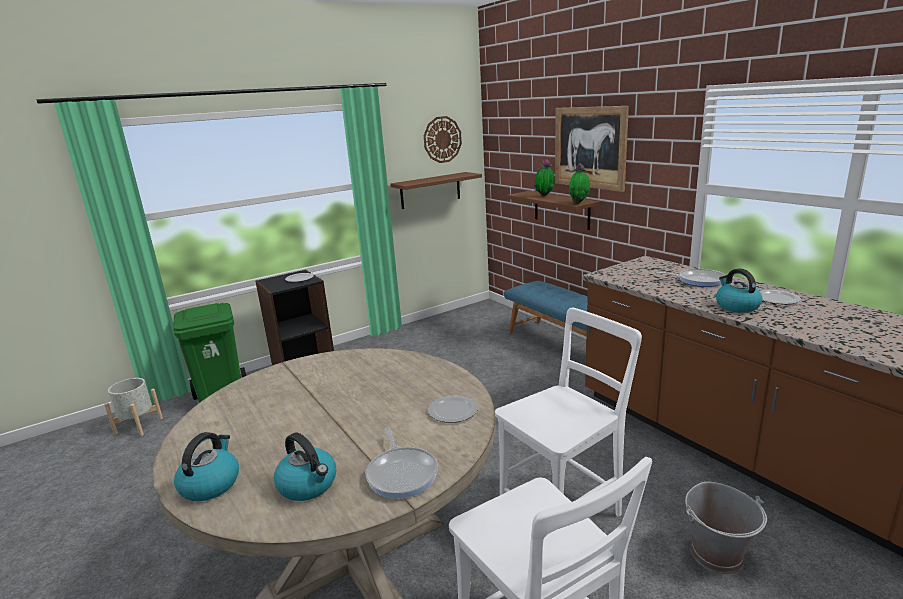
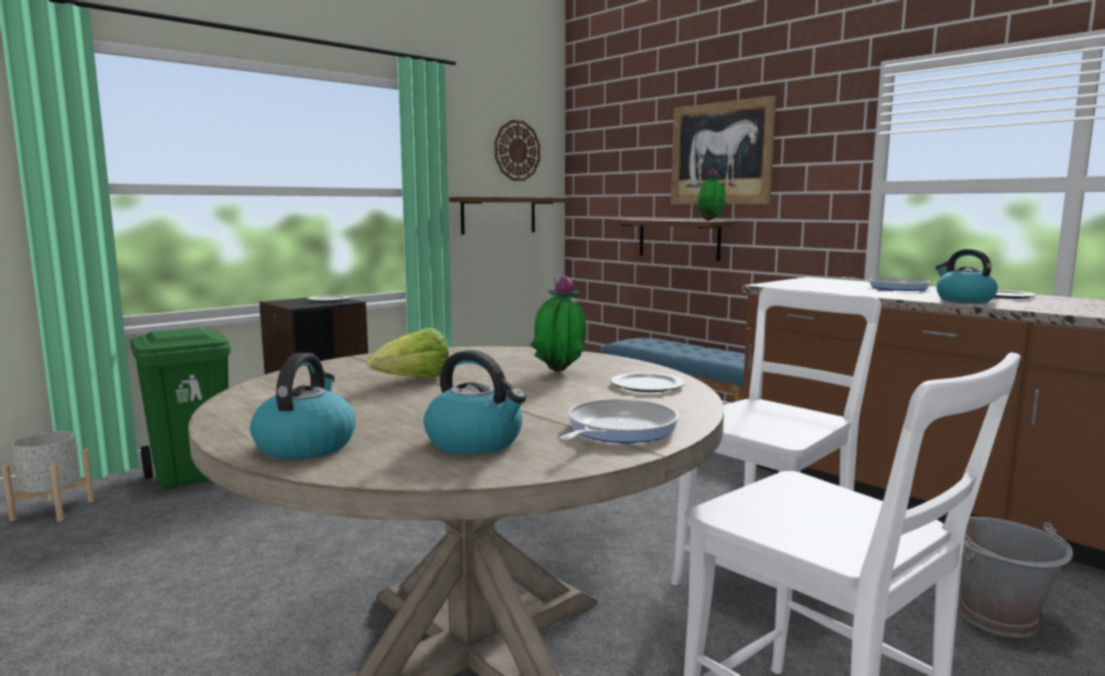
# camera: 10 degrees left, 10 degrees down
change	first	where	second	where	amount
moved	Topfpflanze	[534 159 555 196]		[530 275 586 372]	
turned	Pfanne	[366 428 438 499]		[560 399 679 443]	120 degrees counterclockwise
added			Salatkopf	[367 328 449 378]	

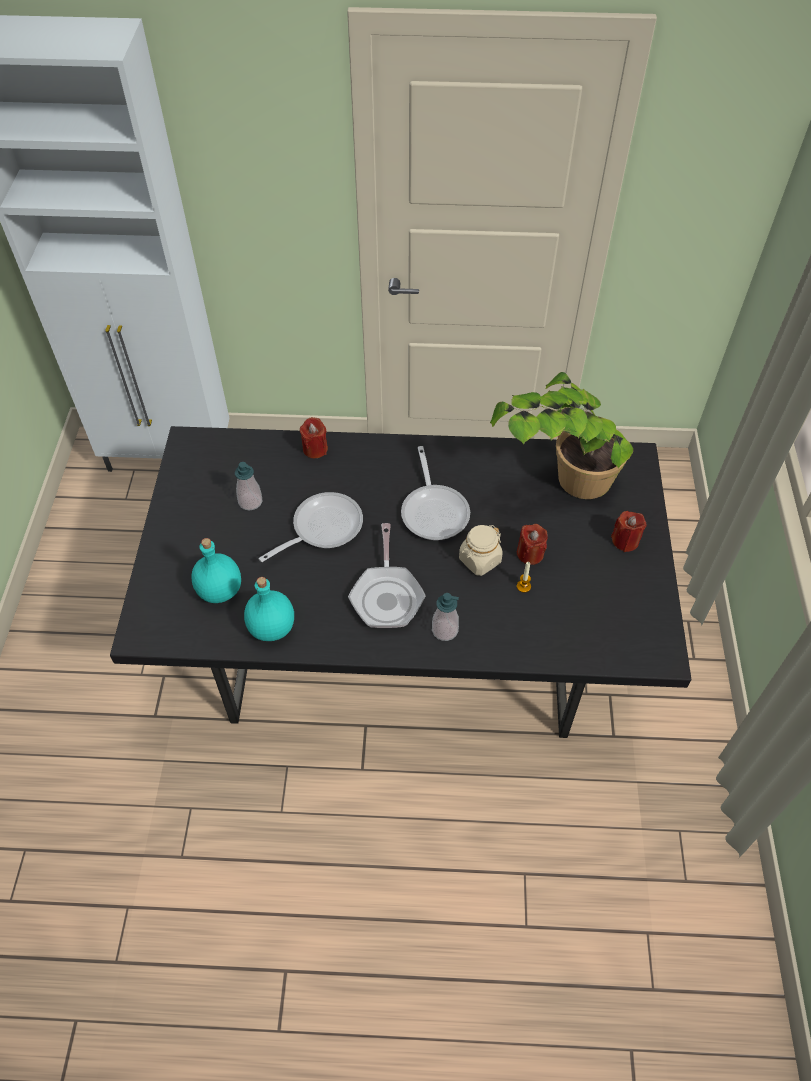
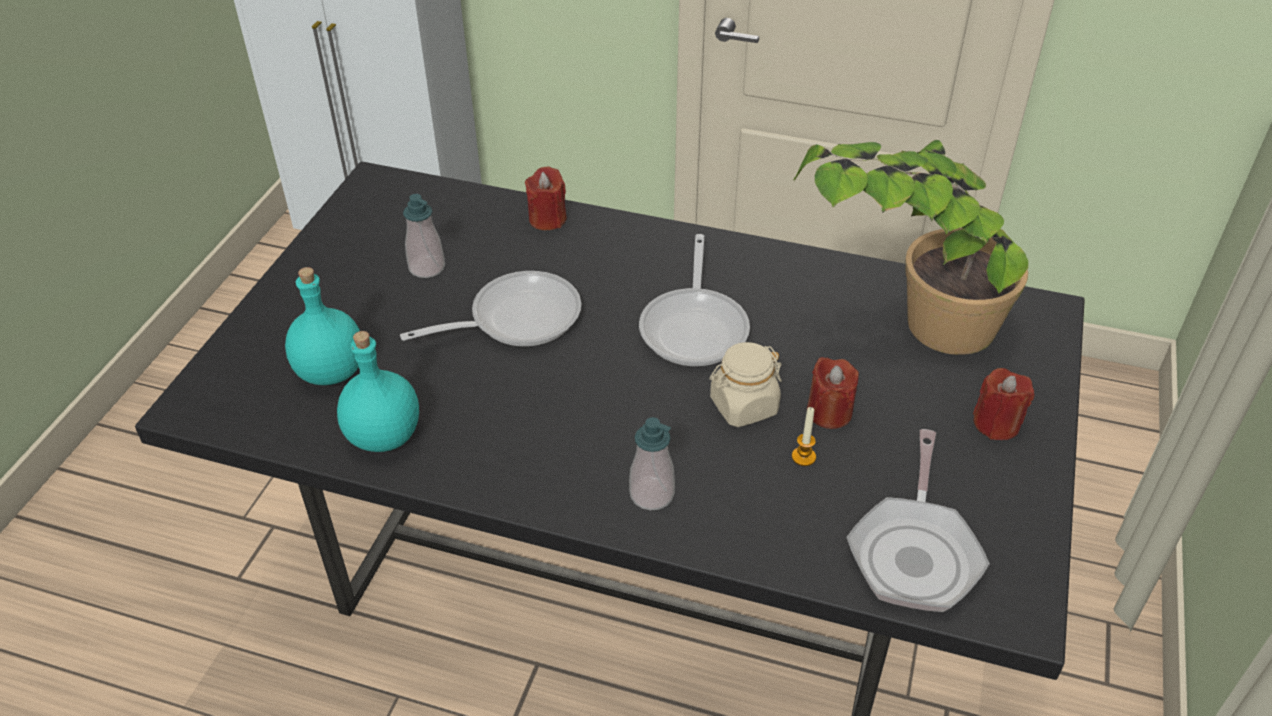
# camera: 15 degrees right, 10 degrees down
change	first	where	second	where	amount
moved	Pfanne	[348 523 426 628]		[846 429 990 612]	

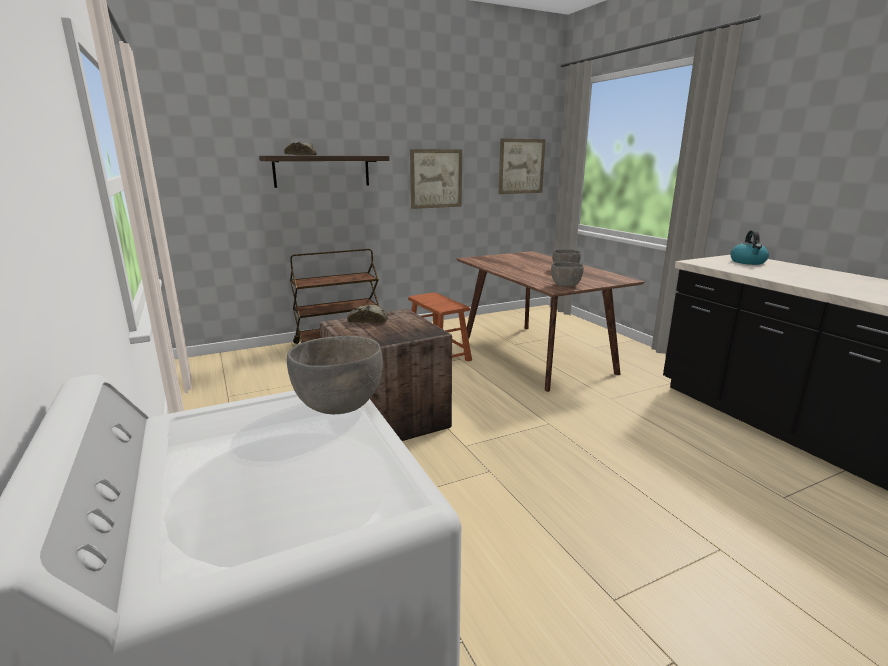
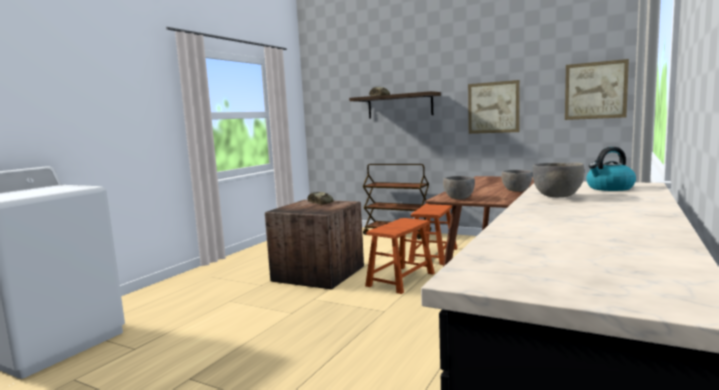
# camera: 55 degrees right, 10 degrees down
change	first	where	second	where	amount
moved	Schüssel/grau	[287 336 383 414]		[532 162 584 197]	
added			Hocker/braun	[365 218 435 294]	

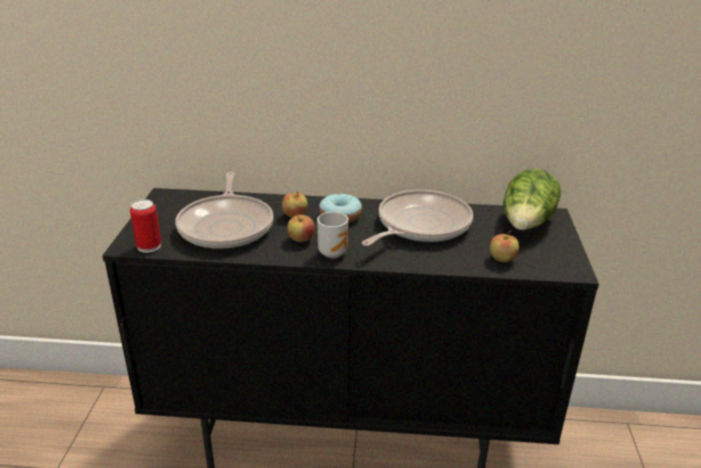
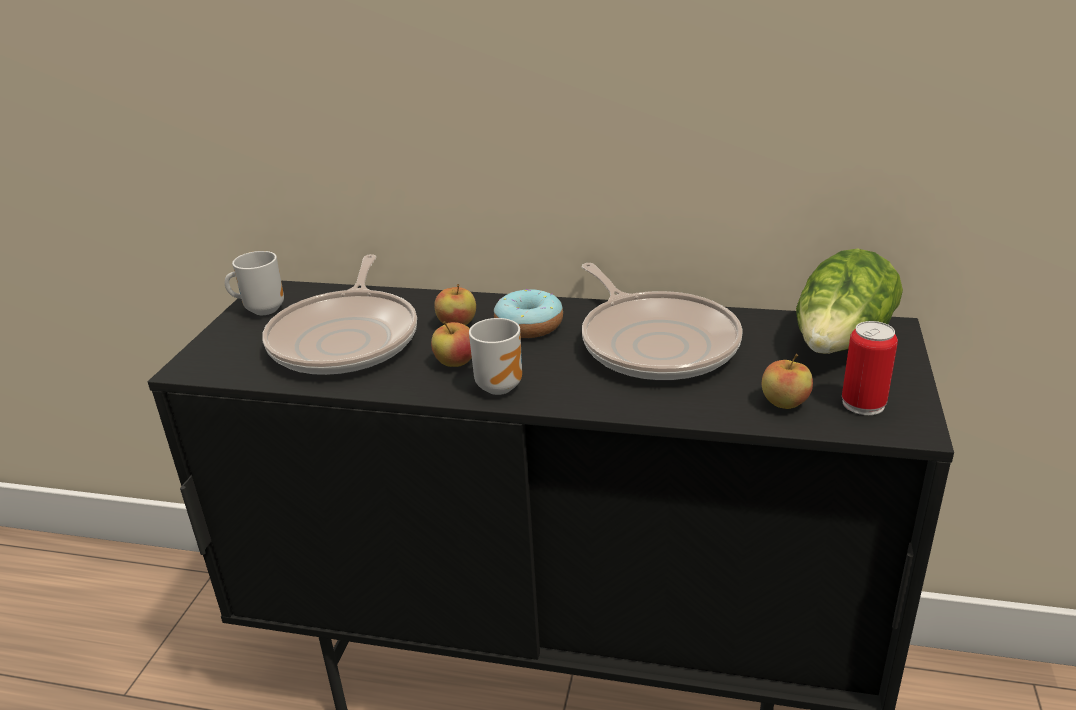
# camera: 10 degrees right, 0 degrees up
change	first	where	second	where	amount
turned	Pfanne	[362 190 473 246]		[582 263 743 381]	105 degrees clockwise
moved	Dose	[130 199 161 253]		[842 321 898 415]	
added			Henkelbecher	[225 251 284 315]	

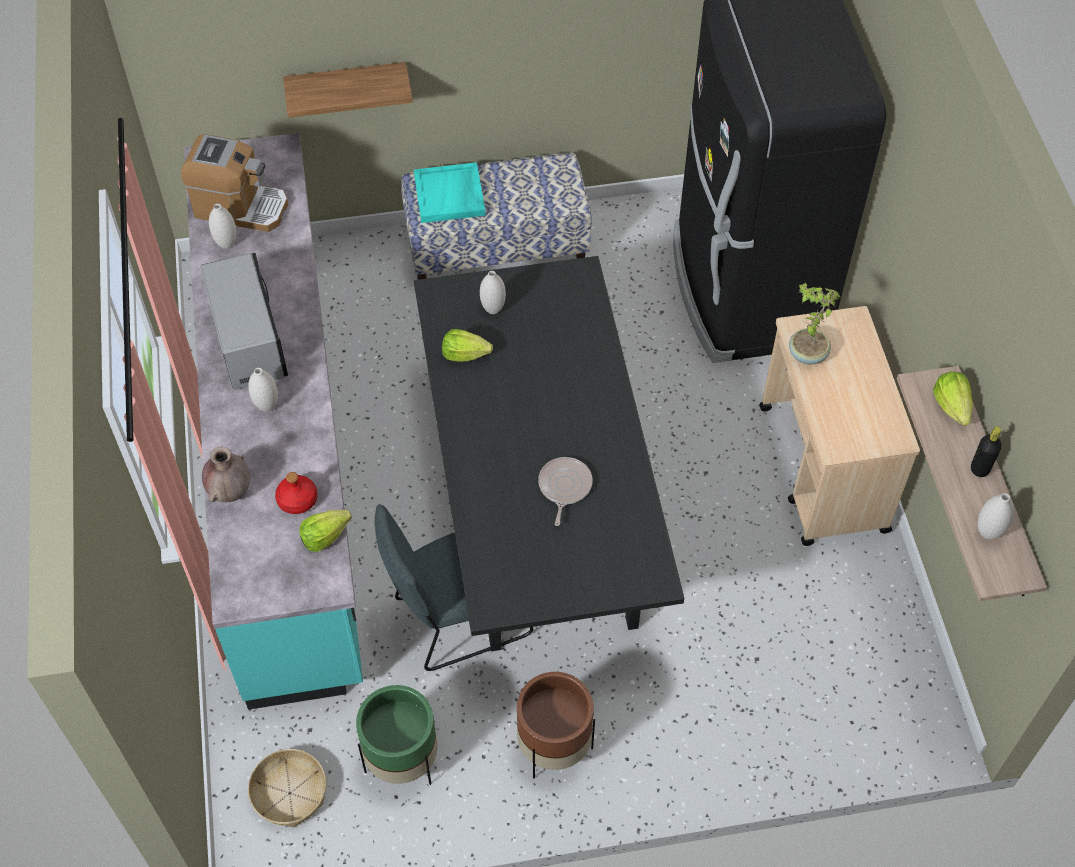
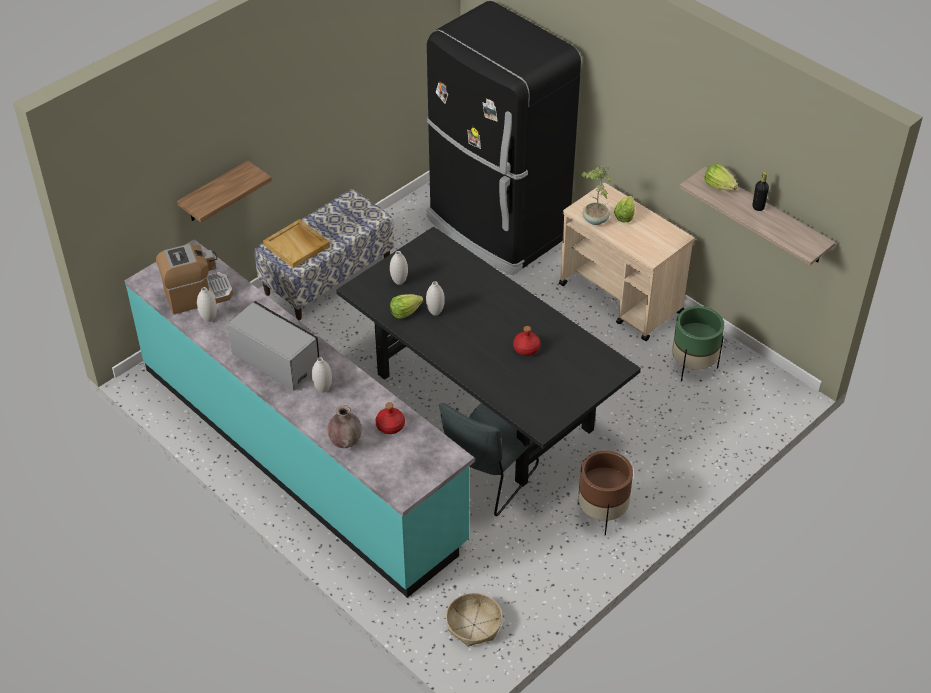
# camera: 35 degrees left, 10 degrees down
change	first	where	second	where	amount
recoloured	Tablett/türkis	[414 162 486 223]	Tablett/beige	[263 219 330 268]	
replaced	Pfanne	[538 457 593 526]	Flasche/rot	[513 326 541 356]	
moved	Vase/weiß	[978 493 1014 540]		[426 281 445 316]	
moved	Salatkopf	[299 510 352 552]		[614 196 635 222]	
moved	Pflanzkübel/grün	[356 685 438 785]		[672 306 724 382]	

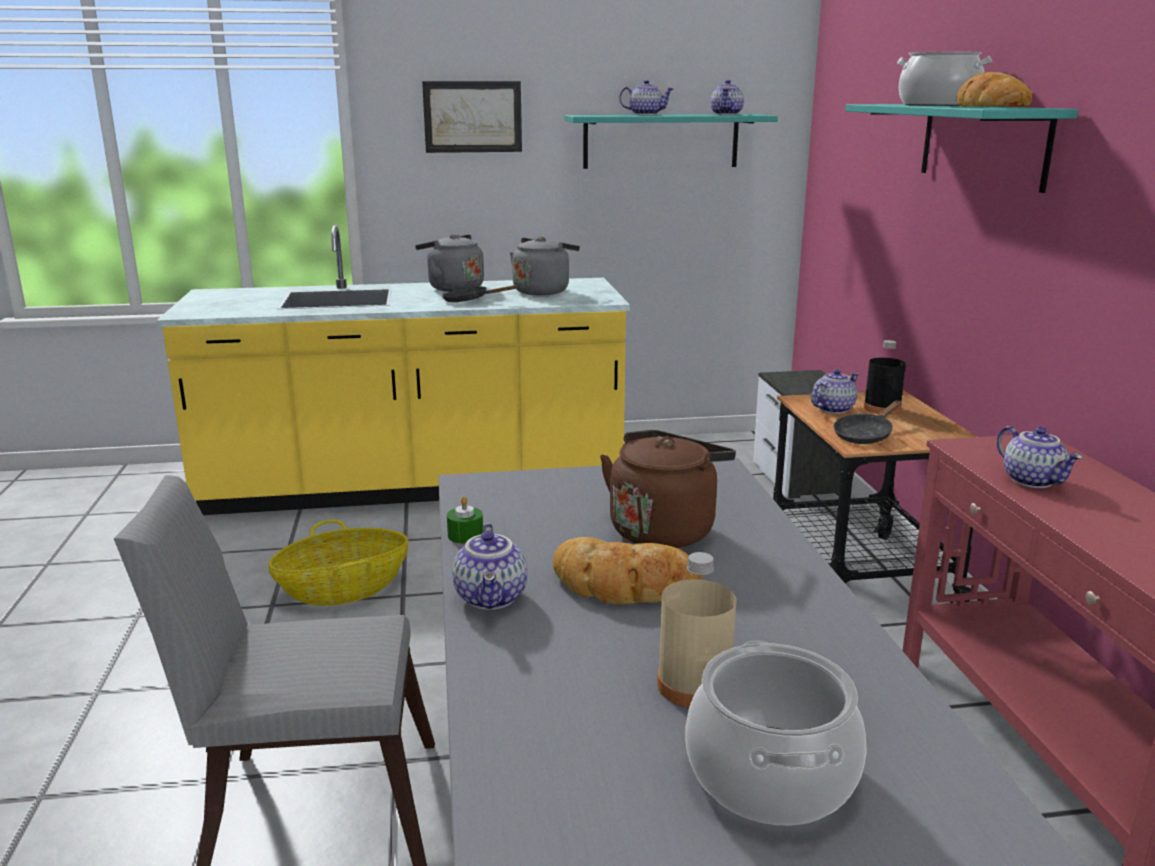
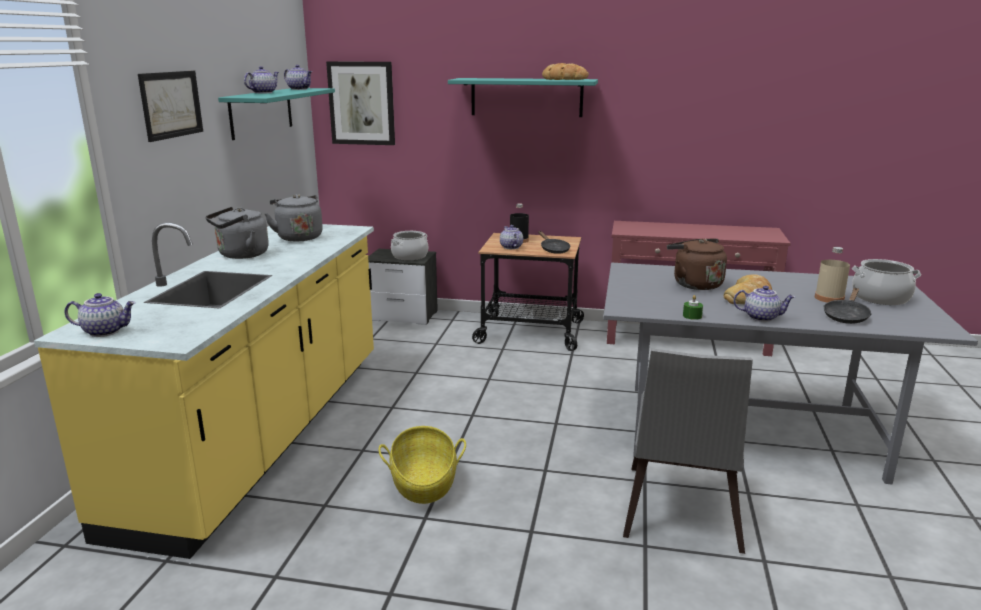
# camera: 70 degrees left, 0 degrees up
change	first	where	second	where	amount
moved	Kochtopf	[897 52 992 106]		[391 231 428 260]	
moved	Pfanne/schwarz	[442 285 517 302]		[823 288 872 324]	
moved	Teekanne	[997 426 1082 488]		[65 293 136 337]	
added			Bild	[326 61 395 145]	

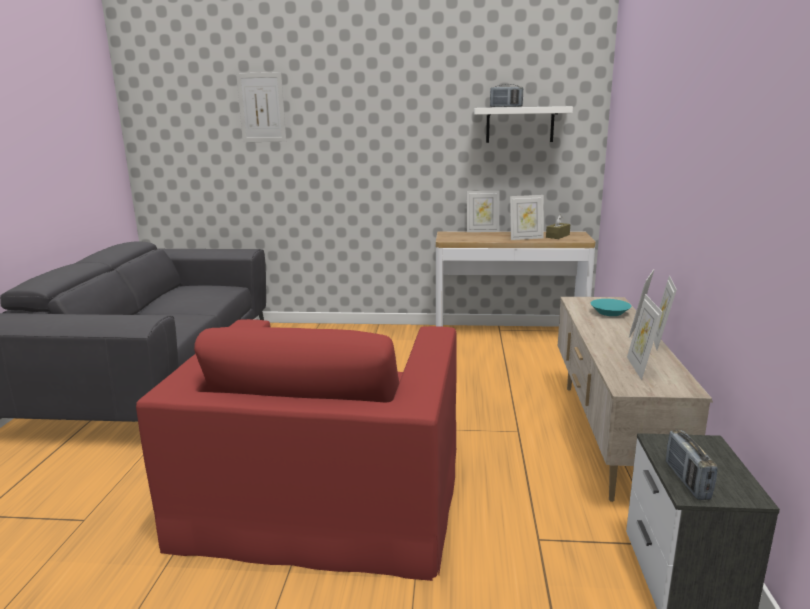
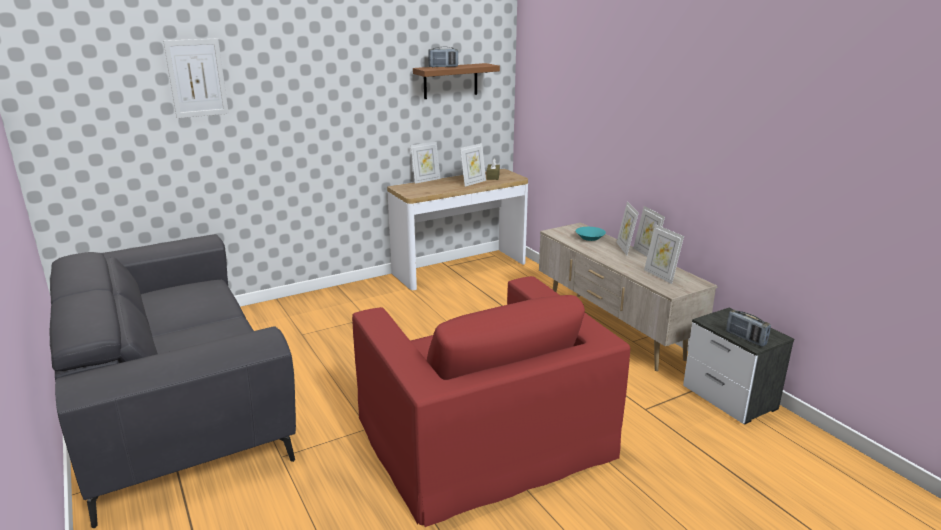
# camera: 35 degrees left, 5 degrees up
change	first	where	second	where	amount
recoloured	Wandregal/weiß	[474 106 573 143]	Wandregal/braun	[413 63 500 99]	

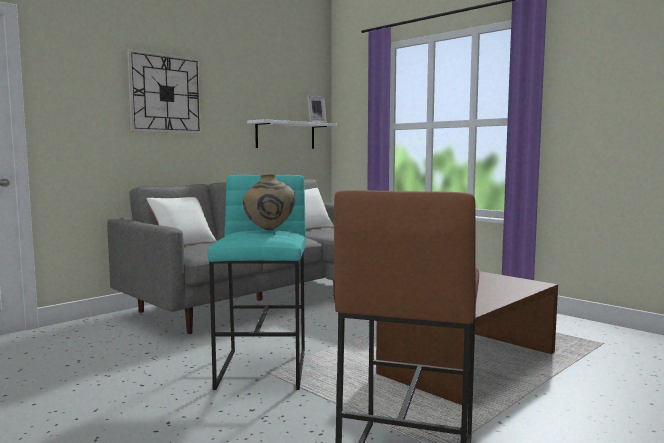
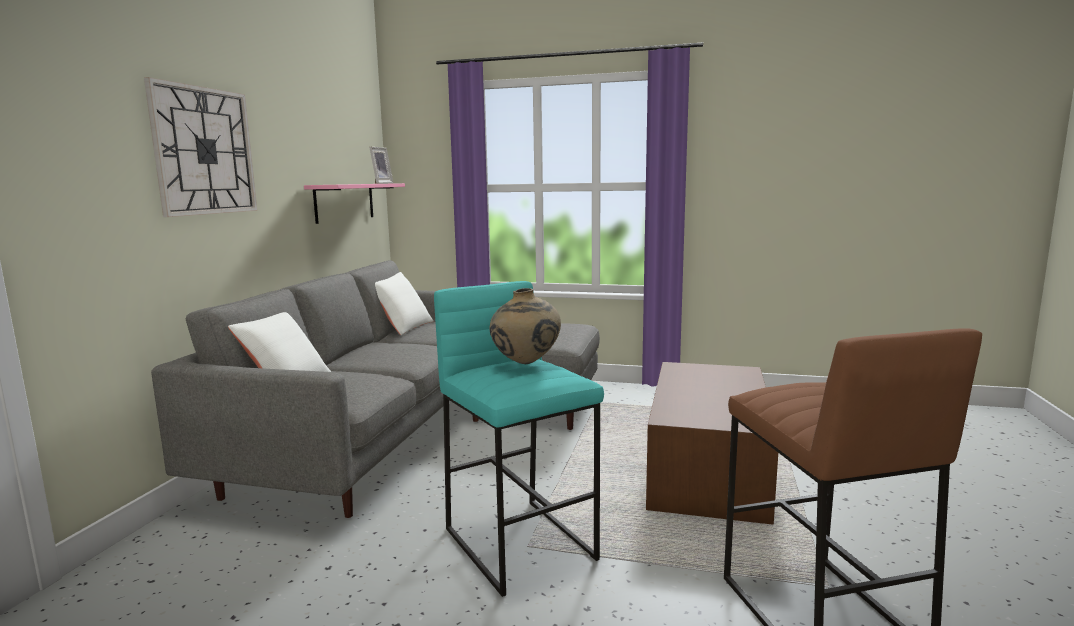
# camera: 30 degrees left, 5 degrees up
change	first	where	second	where	amount
recoloured	Wandregal/weiß	[247 119 337 149]	Wandregal/rosa	[304 183 405 224]	

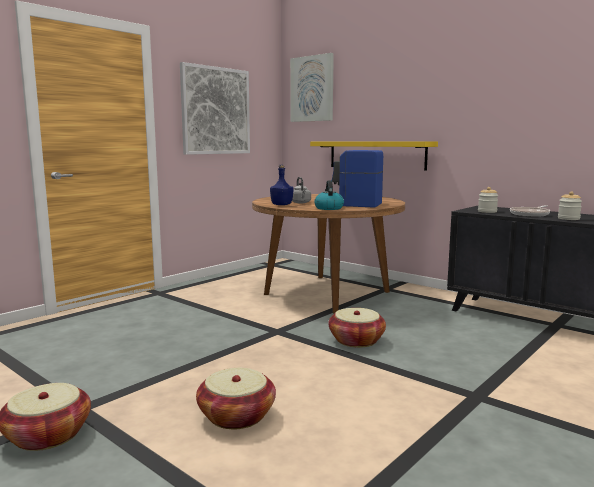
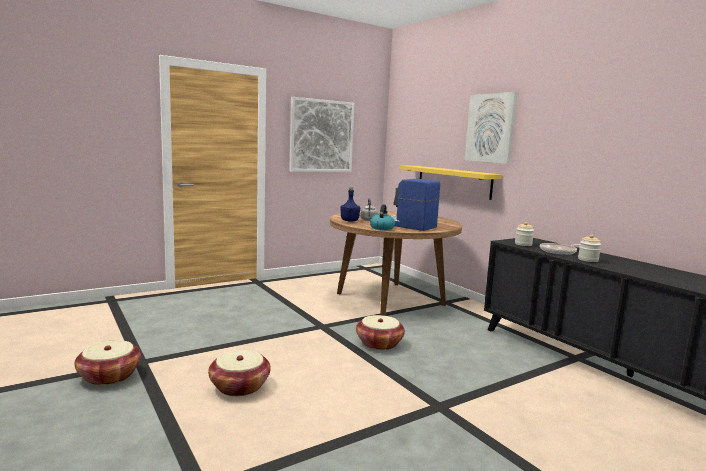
# camera: 15 degrees right, 0 degrees up
change	first	where	second	where	amount
moved	Bild	[290 53 334 122]		[465 92 517 164]	

